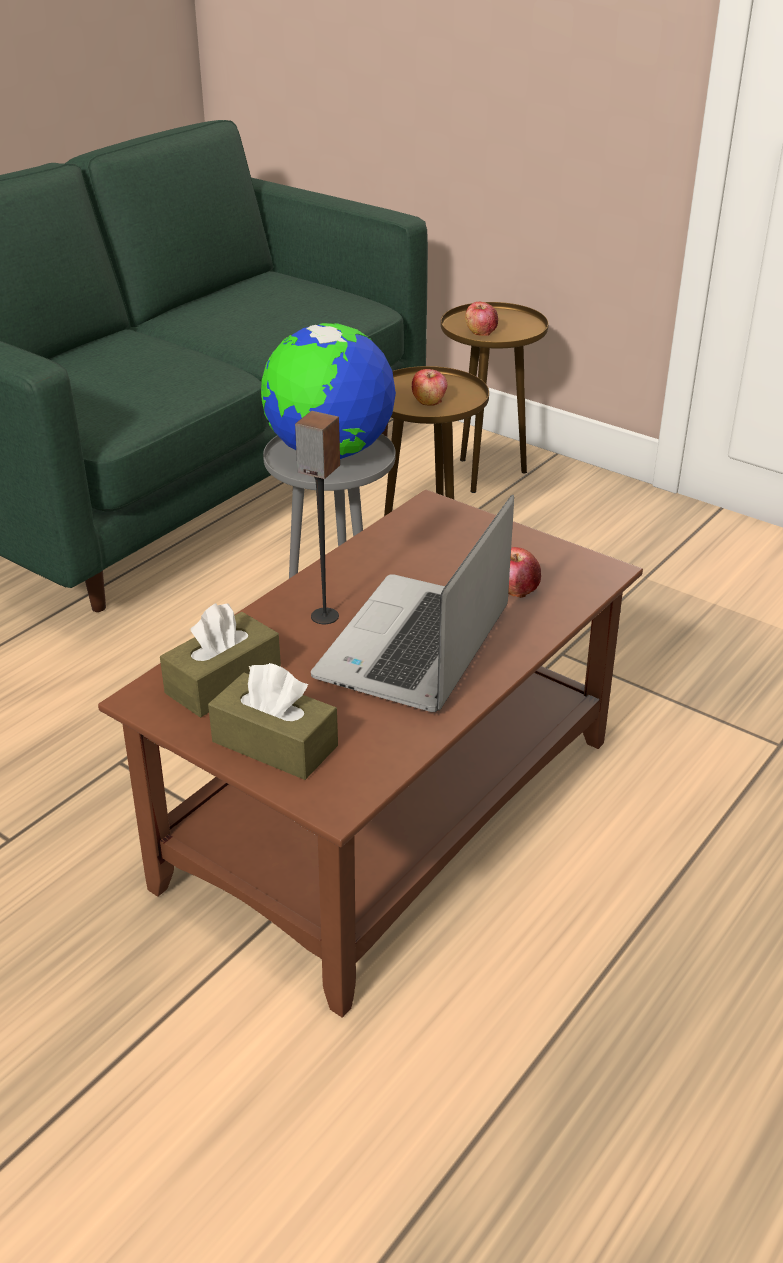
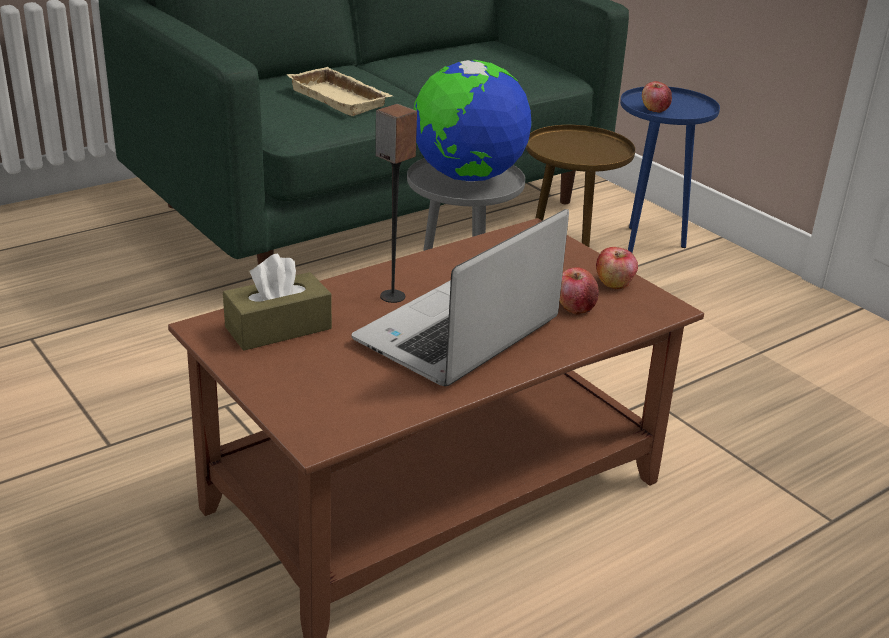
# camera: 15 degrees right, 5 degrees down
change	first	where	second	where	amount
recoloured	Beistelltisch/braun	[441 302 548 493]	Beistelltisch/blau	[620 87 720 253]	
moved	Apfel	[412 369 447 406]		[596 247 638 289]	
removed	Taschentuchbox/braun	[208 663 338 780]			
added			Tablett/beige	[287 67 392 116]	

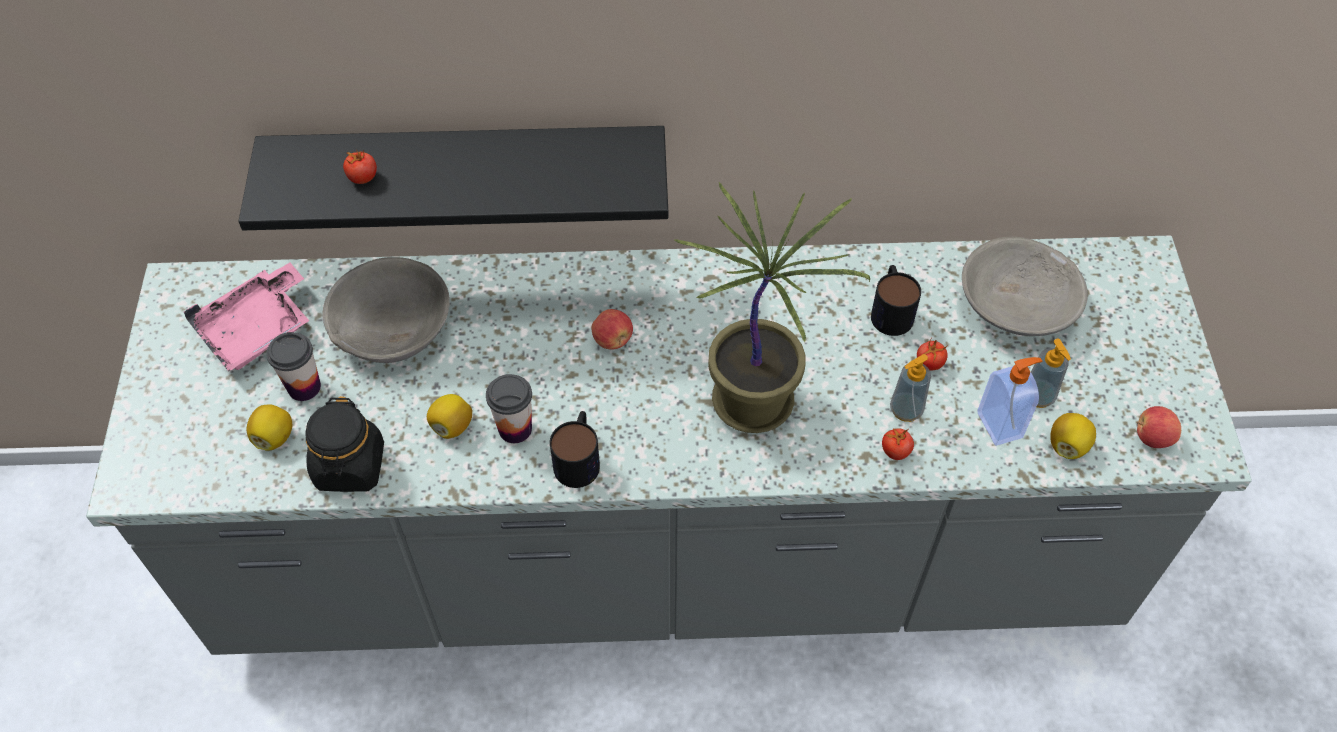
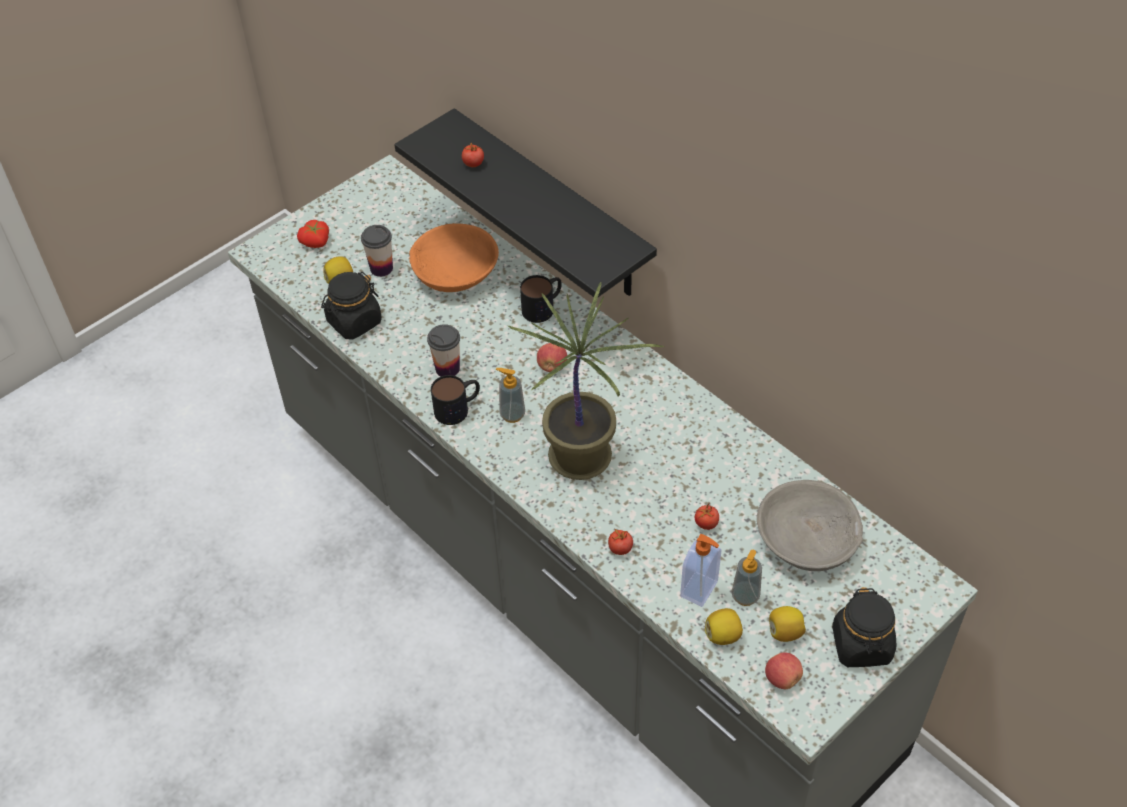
# camera: 50 degrees right, 5 degrees down
change	first	where	second	where	amount
recoloured	Schüssel/grau	[322 257 450 363]	Schüssel/orange	[409 223 499 292]	
removed	Tablett/rosa	[184 262 309 372]			
moved	Henkelbecher	[871 265 921 336]		[520 275 562 323]	
moved	Seifenspender	[890 354 931 422]		[496 368 525 423]	
moved	Zitrone	[427 394 472 439]		[769 606 806 642]	
added			Tomate	[297 220 329 248]	
added			Vorratsglas/schwarz	[832 587 896 667]	

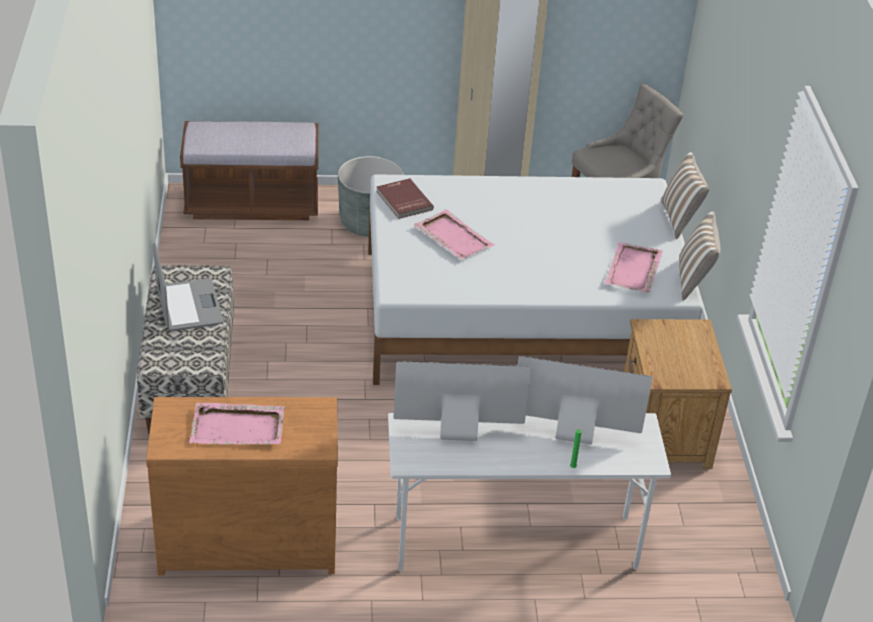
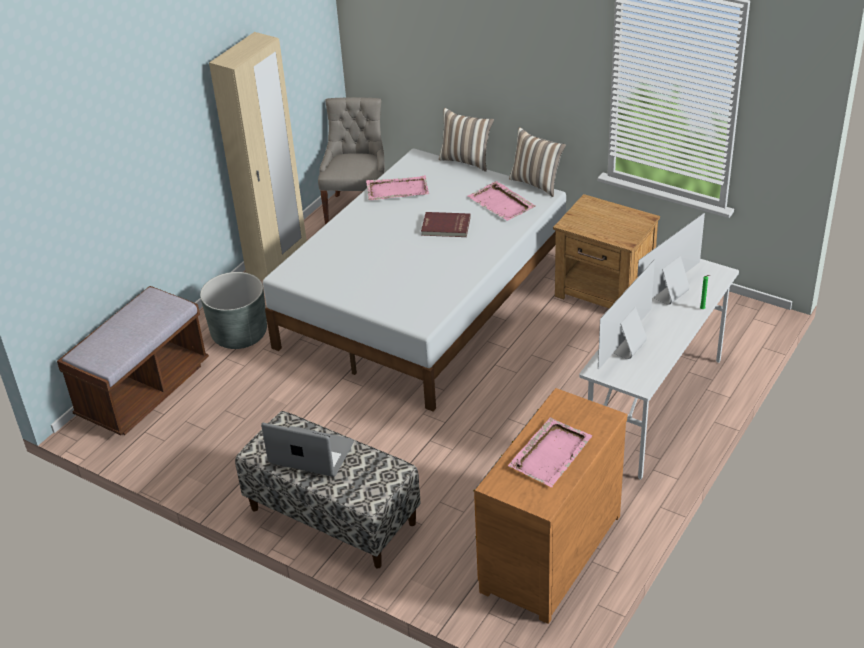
# camera: 50 degrees left, 0 degrees up
change	first	where	second	where	amount
moved	Buch/rot	[376 178 434 219]		[421 212 471 237]	
moved	Tablett/rosa	[414 209 495 259]		[366 175 429 200]	

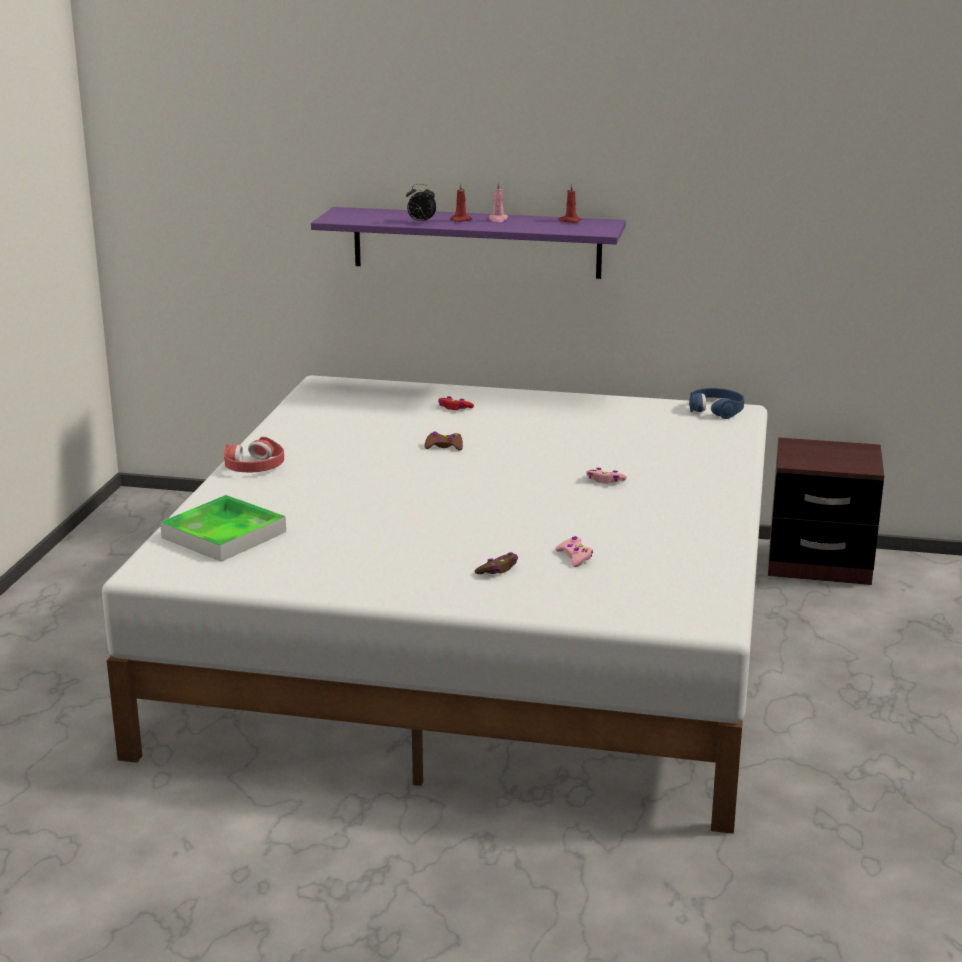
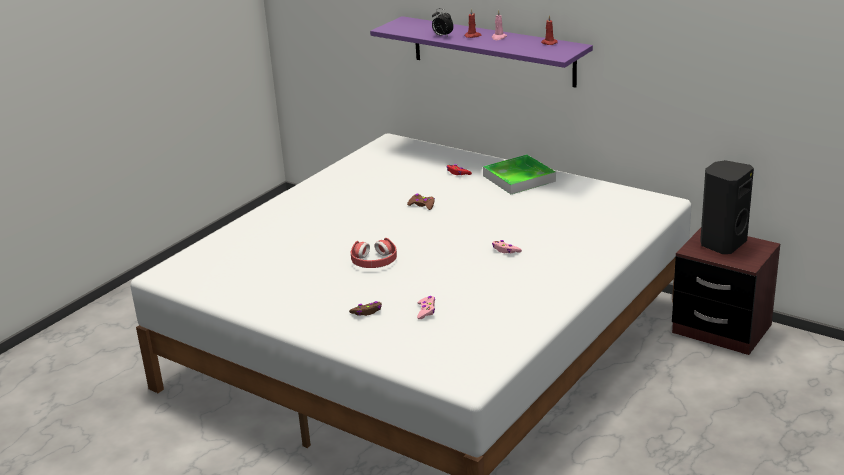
# camera: 25 degrees right, 5 degrees up
change	first	where	second	where	amount
removed	Kopfhörer/blau	[689 388 744 419]			
moved	Kopfhörer/rot	[224 437 284 473]		[351 238 397 268]	
moved	Tablett	[160 495 286 562]		[483 154 556 194]	
added			Lautsprecher/schwarz	[700 160 754 254]	

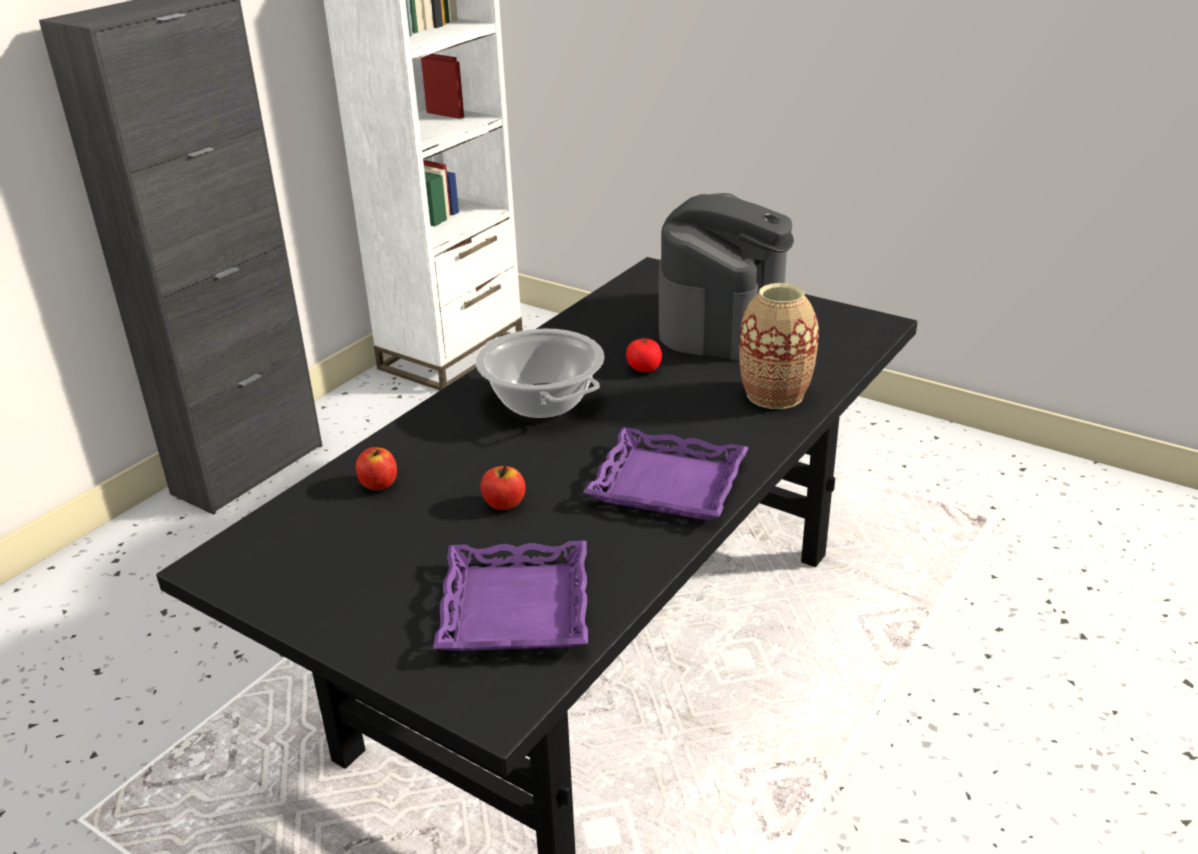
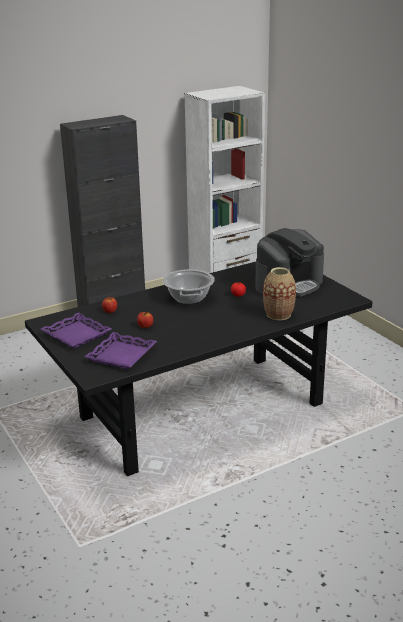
# camera: 25 degrees right, 5 degrees down
change	first	where	second	where	amount
moved	Tablett/lila	[583 427 749 520]		[41 313 111 348]	

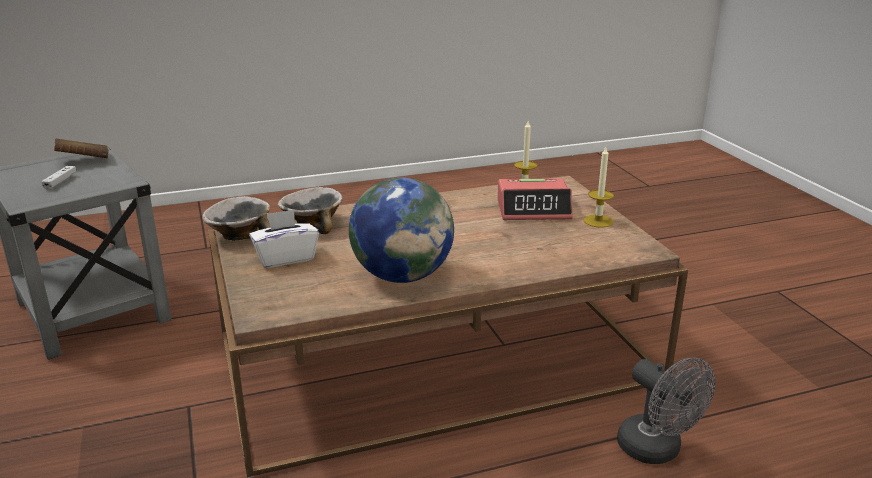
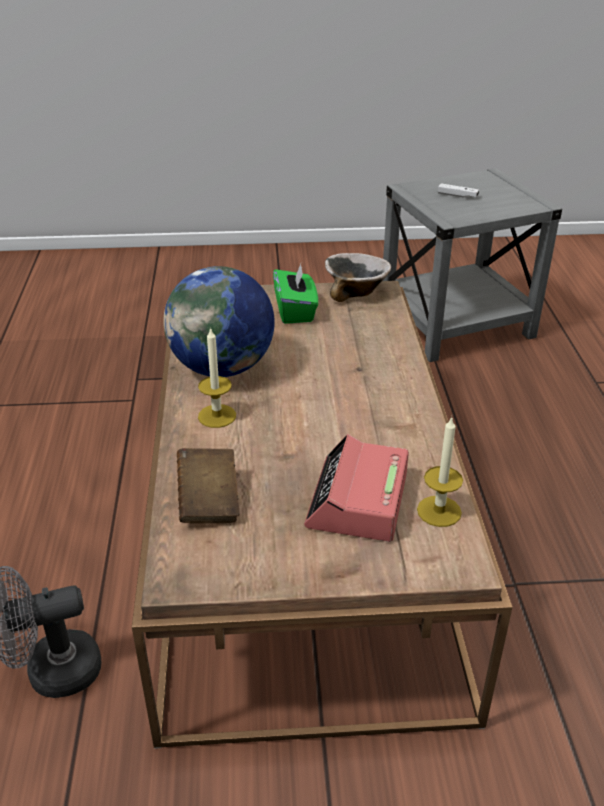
# camera: 105 degrees right, 10 degrees up
change	first	where	second	where	amount
moved	Buch/braun	[54 139 109 158]		[177 448 240 523]	
moved	Kerze	[584 147 614 228]		[198 327 236 428]	
removed	Schüssel	[278 187 343 234]			
recoloured	Taschentuchbox/weiß	[249 209 319 268]	Taschentuchbox/grün	[273 264 318 324]	

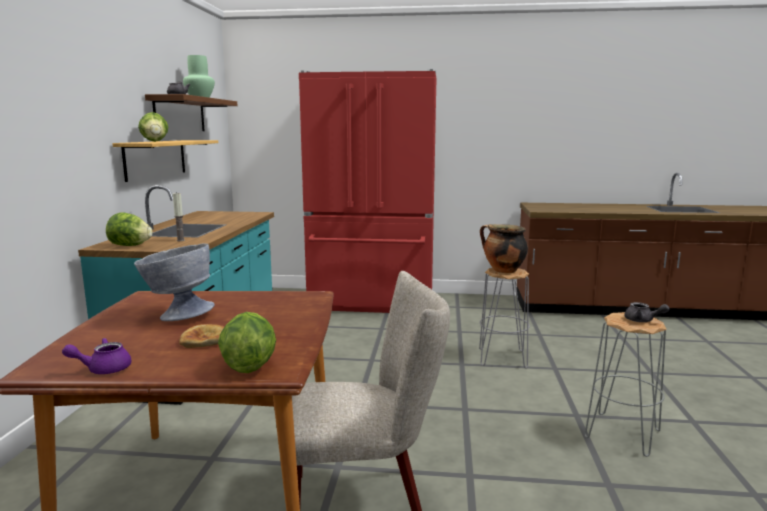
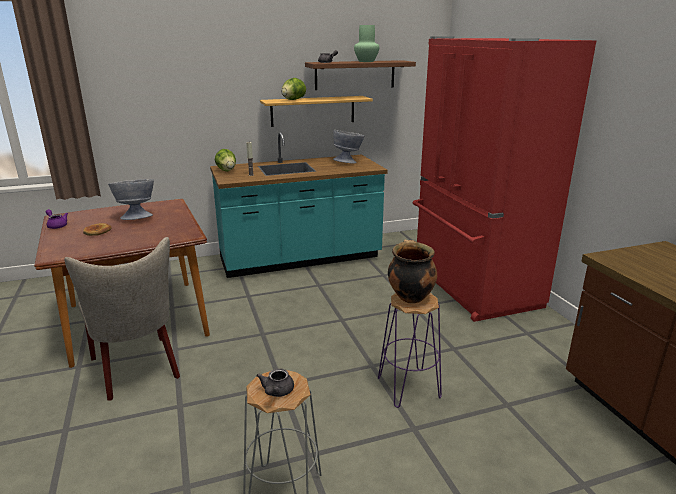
# camera: 65 degrees right, 10 degrees up
change	first	where	second	where	amount
recoloured	Hocker/grau	[479 268 530 368]	Hocker/lila	[378 293 442 408]	
removed	Salatkopf	[218 312 276 373]			
added			Schüssel/grau	[333 130 365 164]	

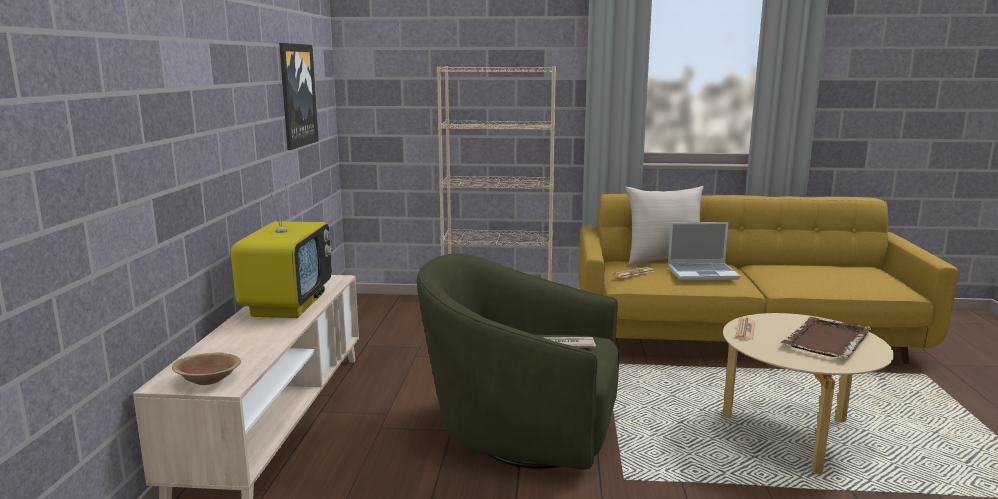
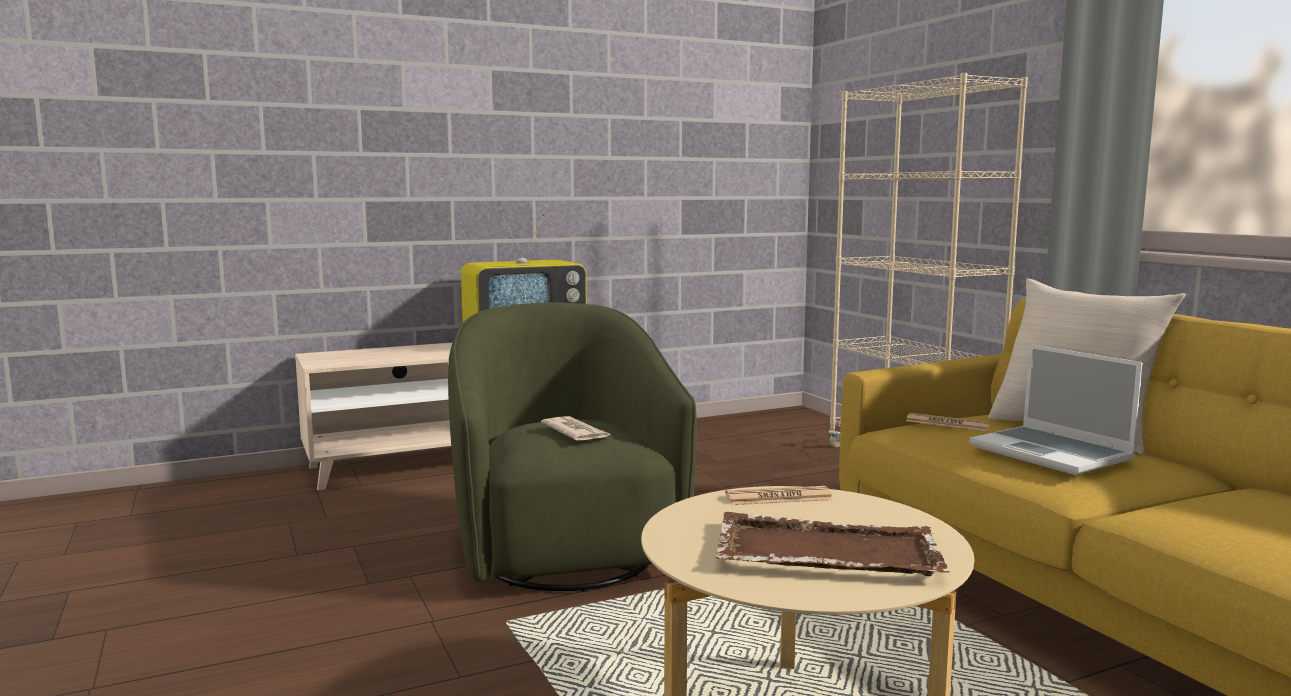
# camera: 60 degrees right, 5 degrees down
change	first	where	second	where	amount
removed	Bild	[279 43 319 150]			
removed	Schüssel/braun	[172 353 241 385]			

